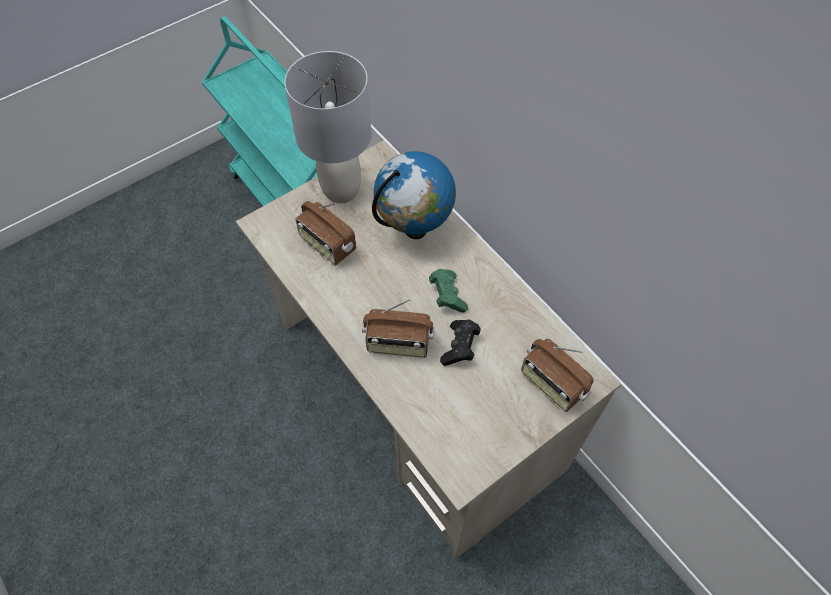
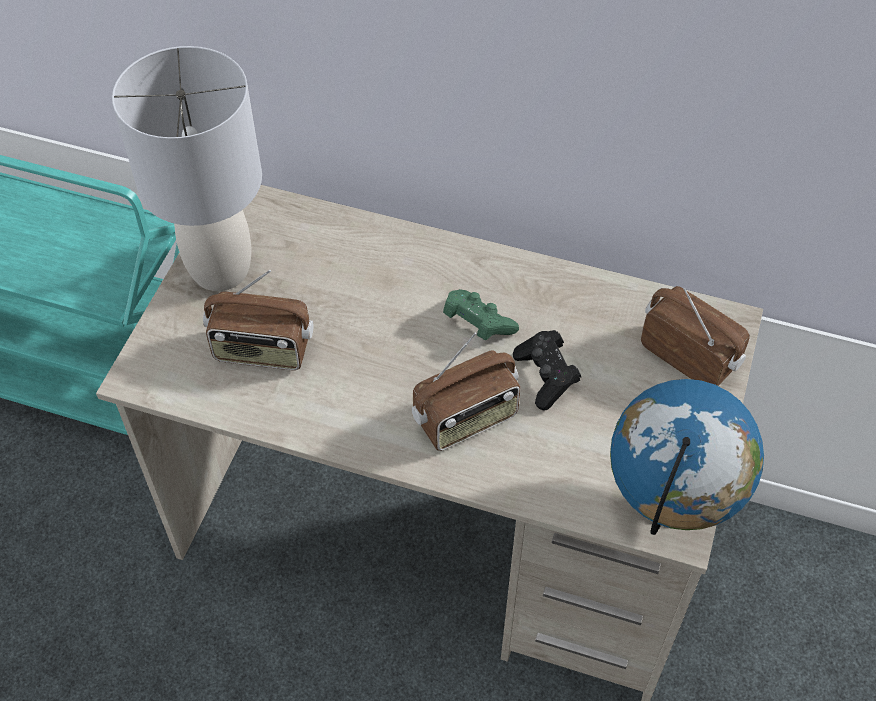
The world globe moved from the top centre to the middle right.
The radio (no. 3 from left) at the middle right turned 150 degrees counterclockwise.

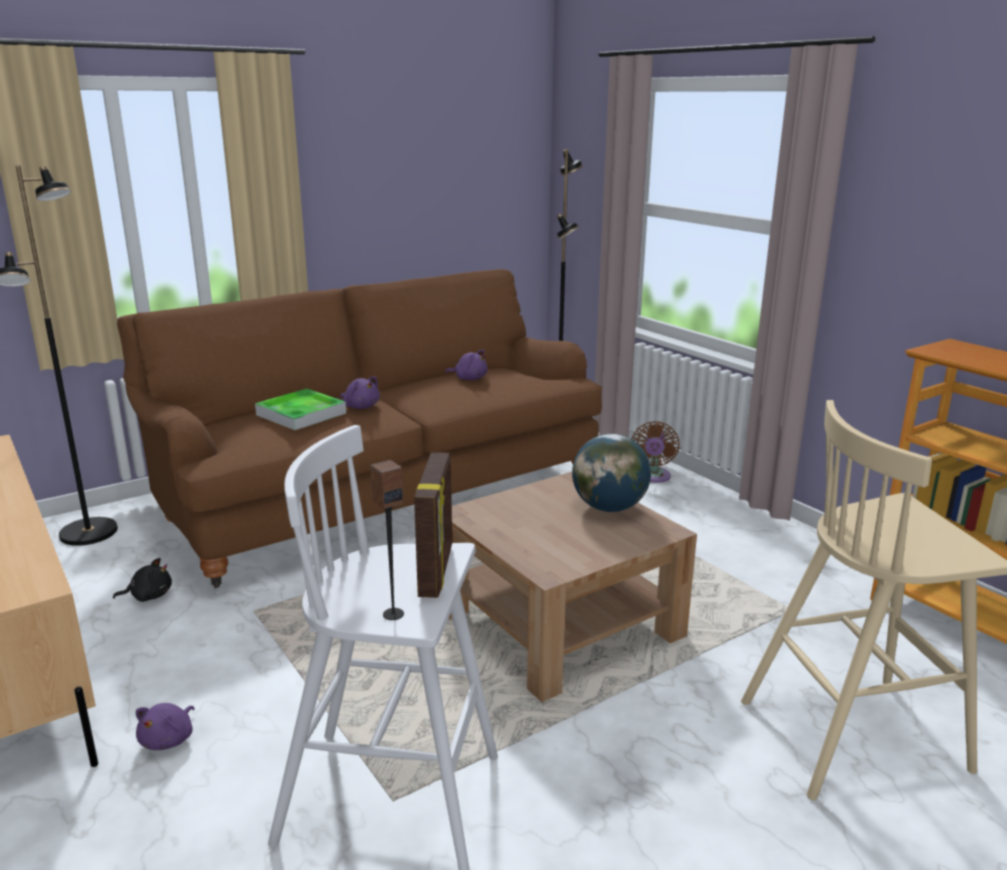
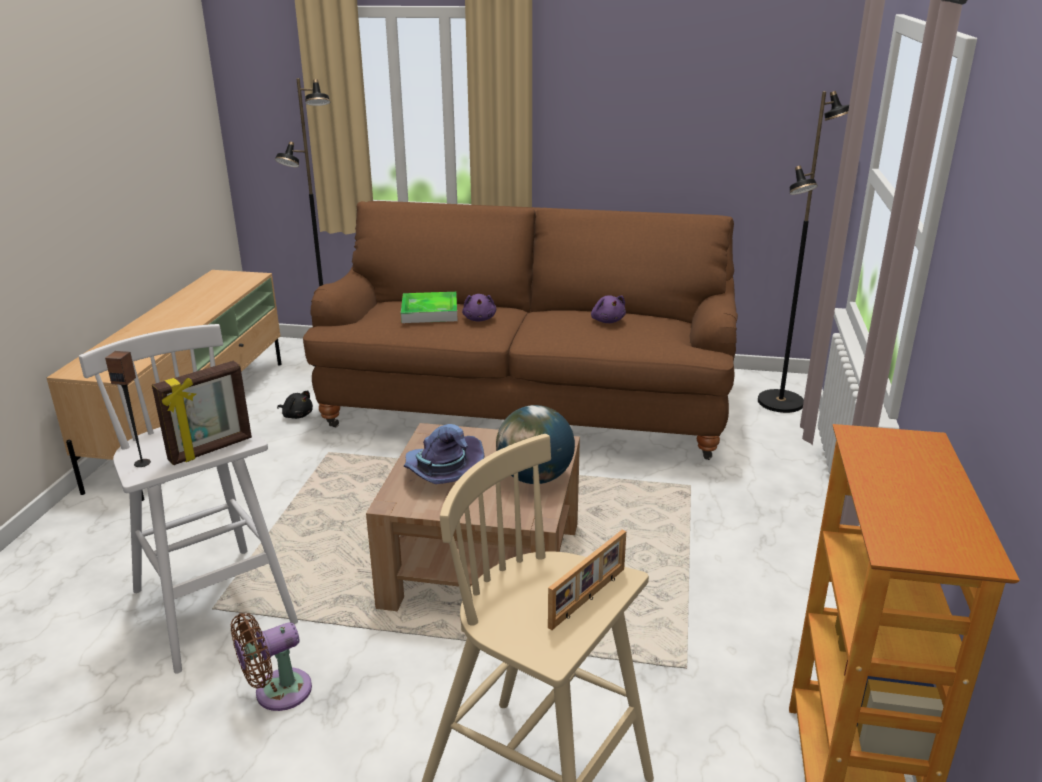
The brown electric fan moved from the centre to the bottom left.
The purple clothing hat at the centre appeared.
The standing frame (no. 2 from left) at the bottom centre appeared.
The purple soft toy (no. 1 from left) at the bottom left disappeared.

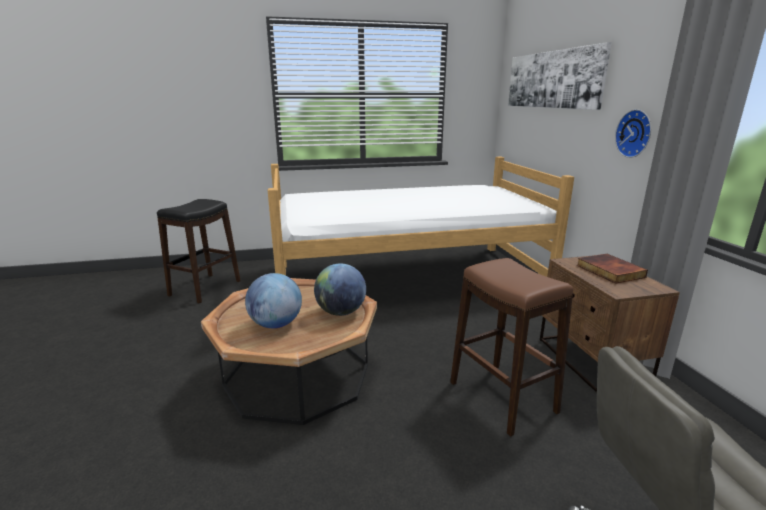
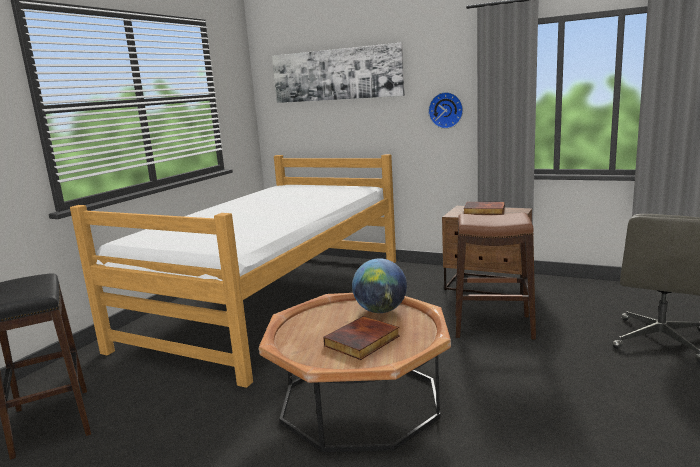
The world globe (no. 1 from left) at the centre was replaced by the bound book (no. 1 from left) at the bottom centre.

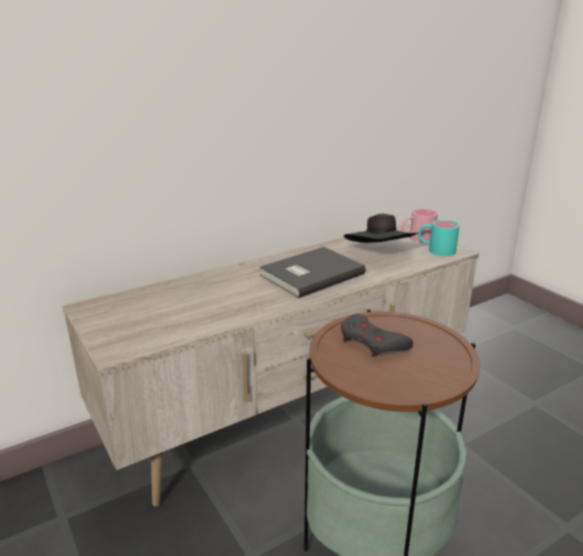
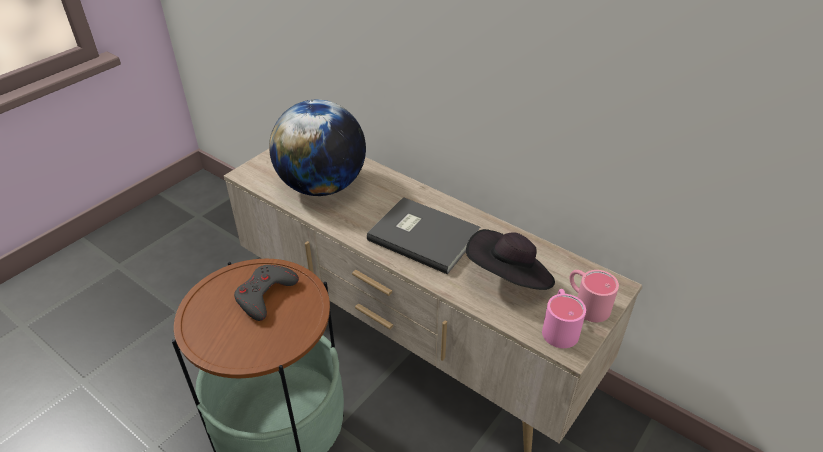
The world globe at the top centre appeared.
The turquoise tea mug at the middle right became the pinkish tea mug (no. 1 from left) at the bottom right.

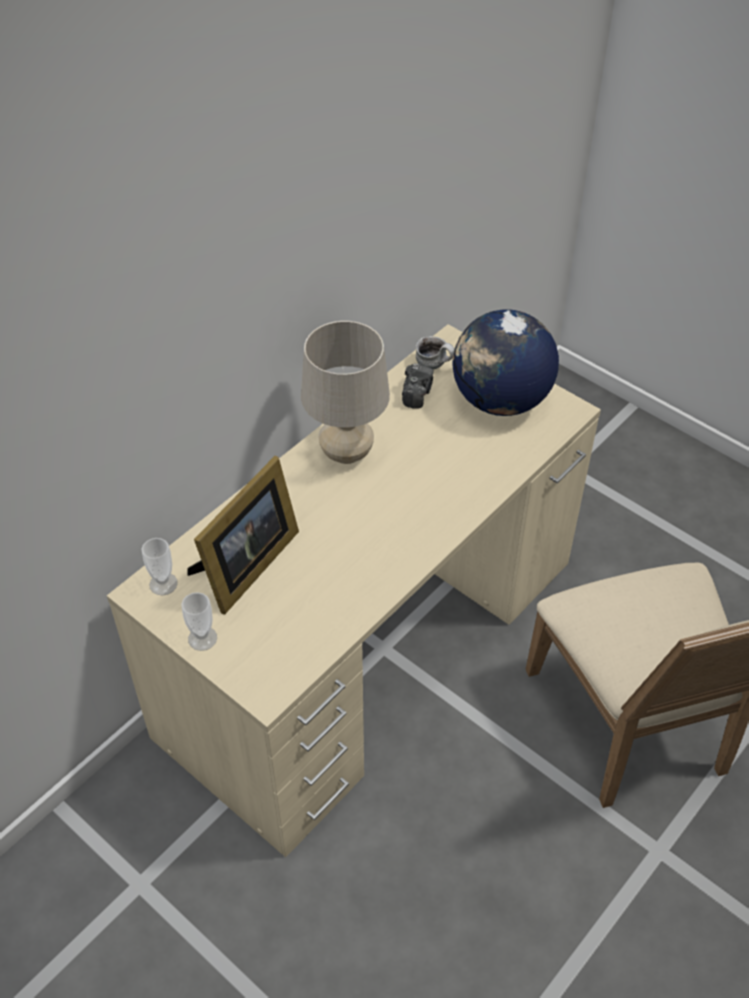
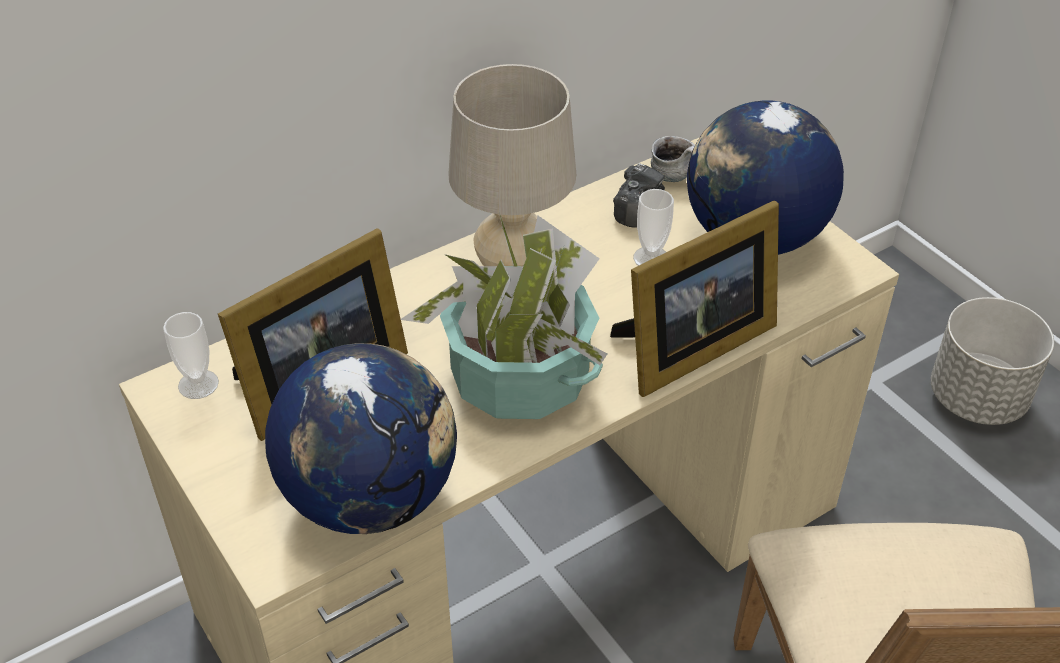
The world globe (no. 1 from left) at the centre appeared.
The plant in a pot at the centre appeared.
The standing frame (no. 2 from left) at the centre appeared.
The small cup (no. 2 from left) moved from the middle left to the centre.
The gray planter at the middle right appeared.

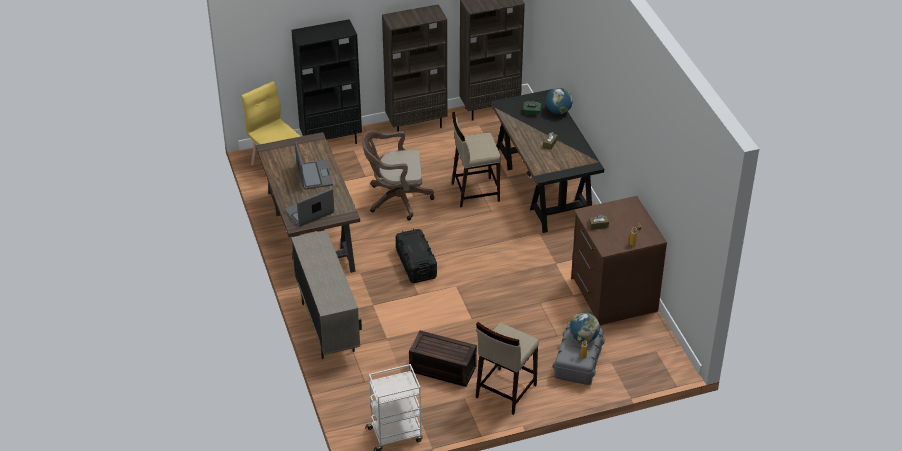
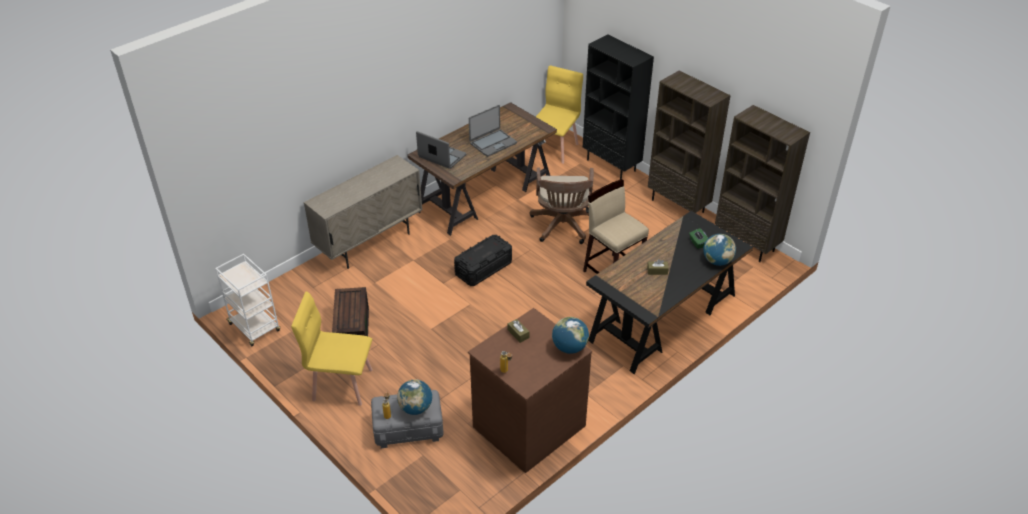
The sand-coloured stool seat (no. 2 from left) at the bottom centre was replaced by the yellow upright chair (no. 1 from left) at the bottom left.
The brown office chair at the centre turned 150 degrees counterclockwise.
The world globe (no. 2 from left) at the centre appeared.

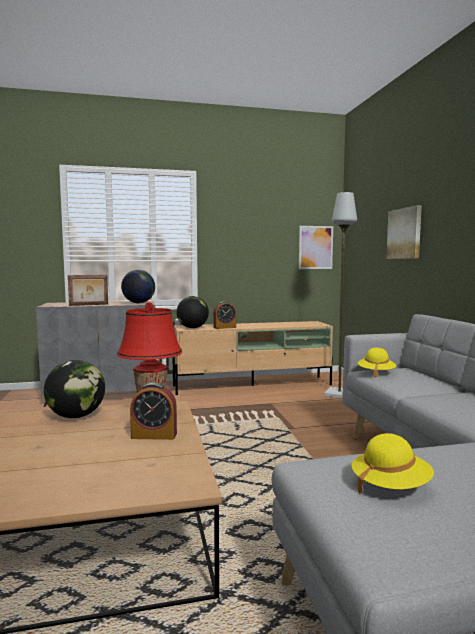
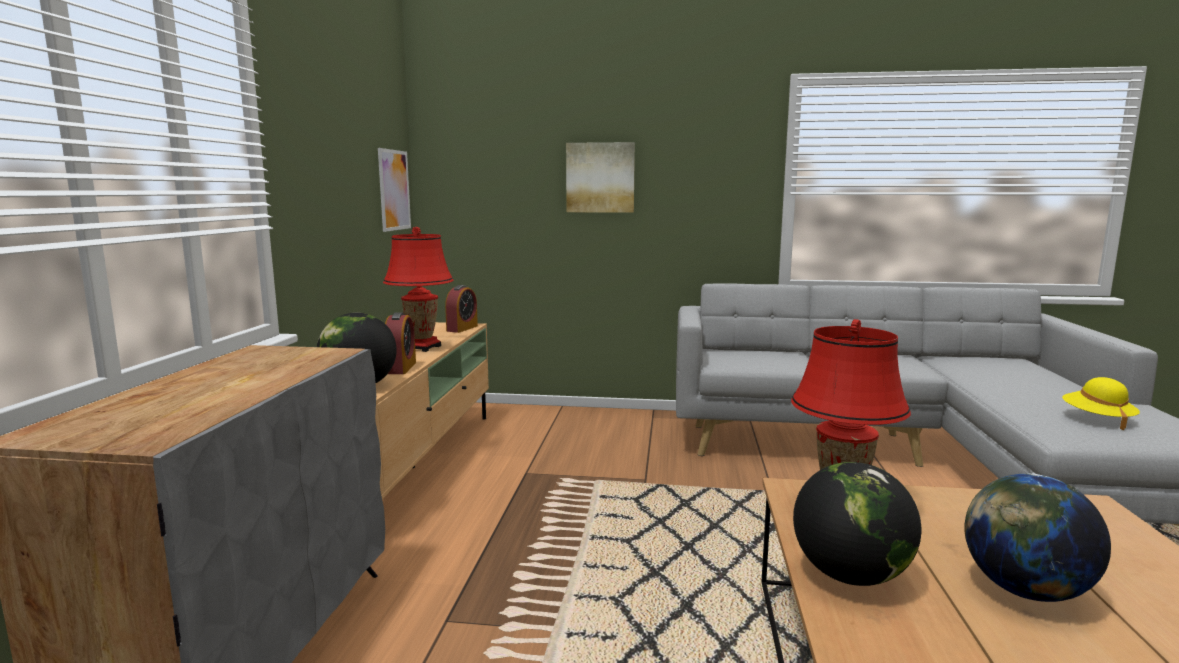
The reddish table lamp (no. 1 from left) at the centre appeared.
The alarm clock (no. 1 from left in the first image) moved from the middle left to the centre.
The world globe (no. 2 from left in the first image) moved from the middle left to the bottom right.
The standing frame at the middle left disappeared.
The gray standard lamp at the middle right disappeared.
The yellow clothing hat (no. 1 from left) at the middle right disappeared.

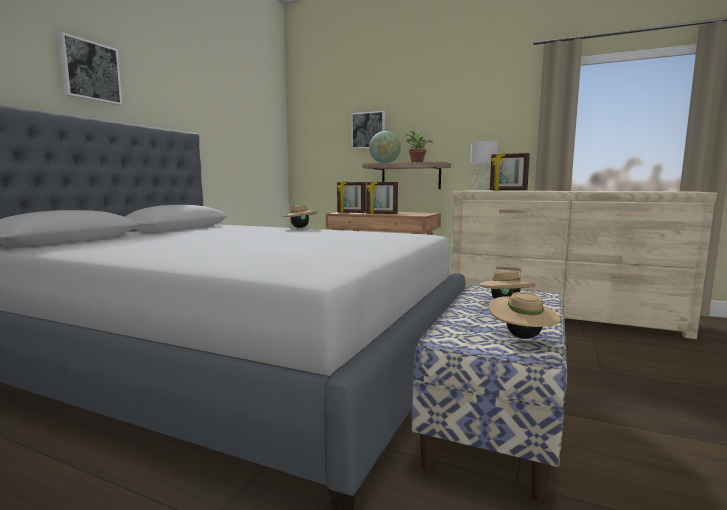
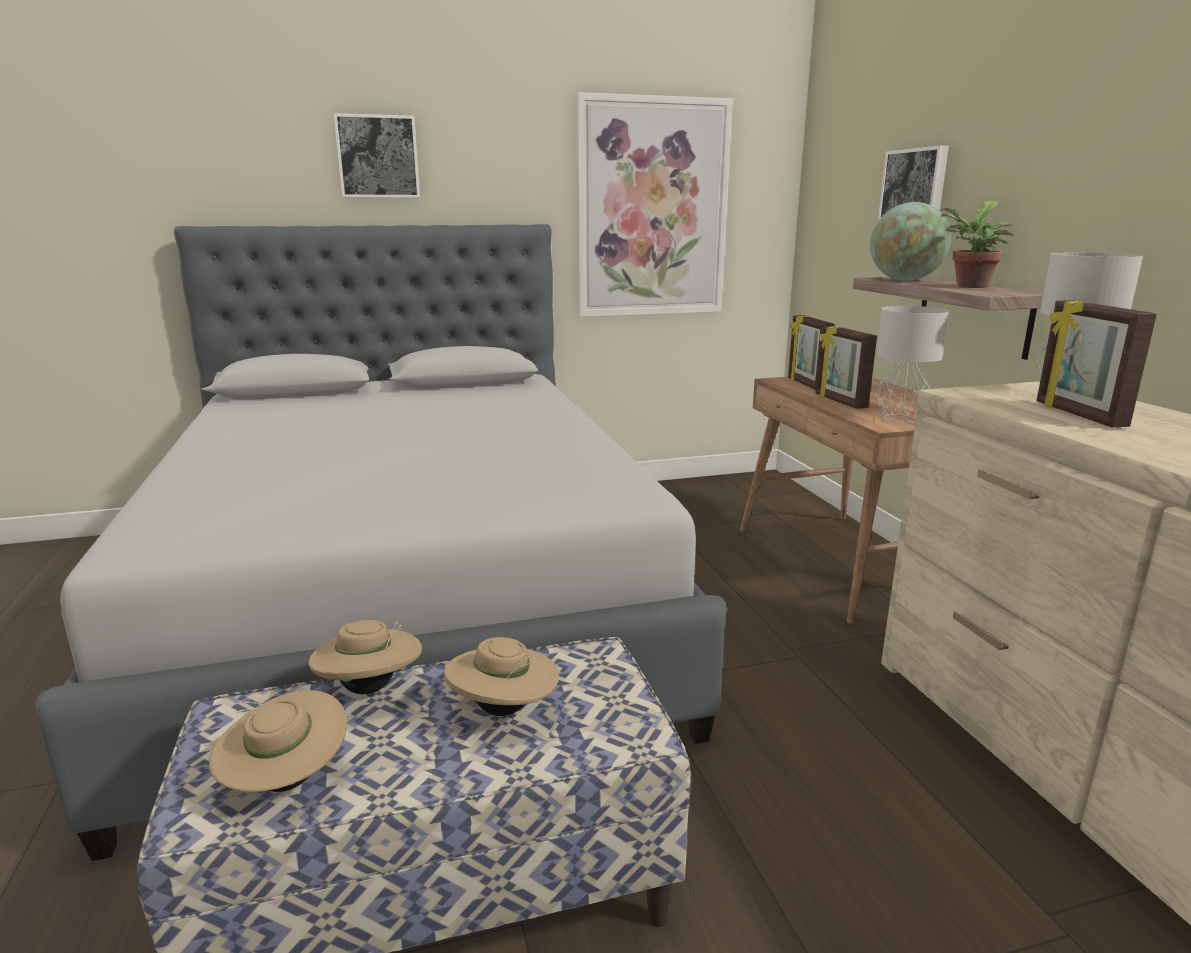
The sand-coloured clothing hat (no. 1 from left in the first image) moved from the centre to the bottom left.
The wall picture (no. 2 from left) at the top centre appeared.
The gray table lamp (no. 1 from left) at the middle right appeared.

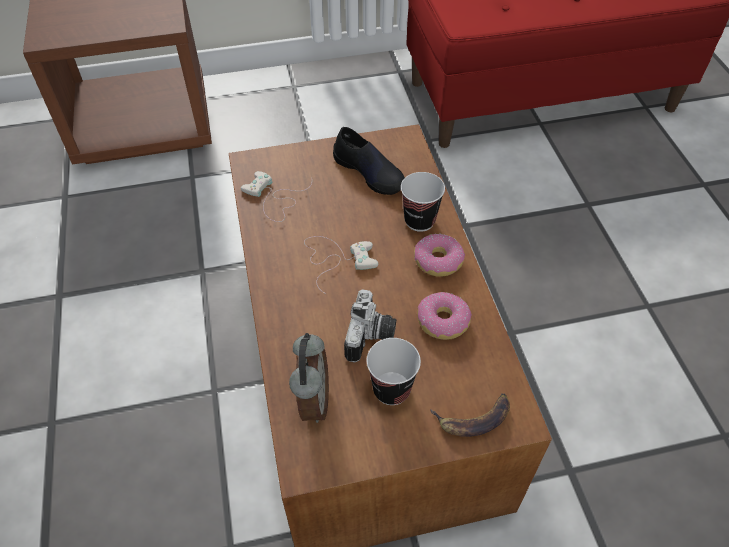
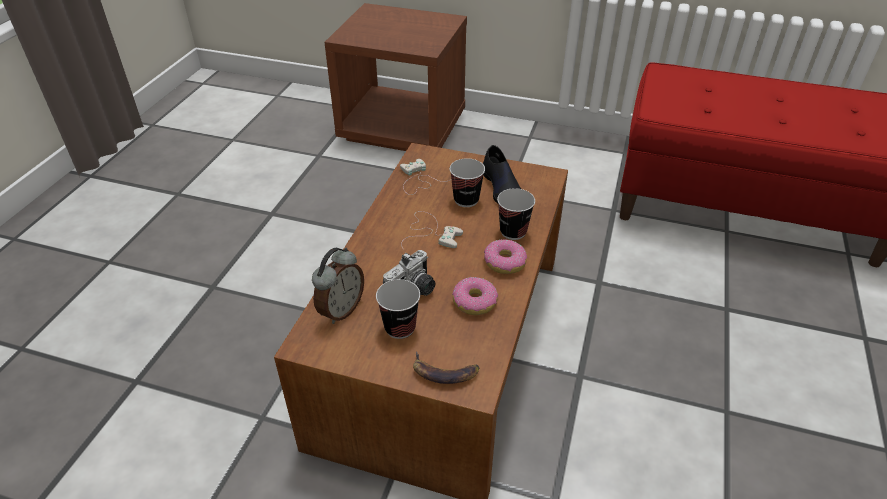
The small cup (no. 2 from left) at the centre appeared.

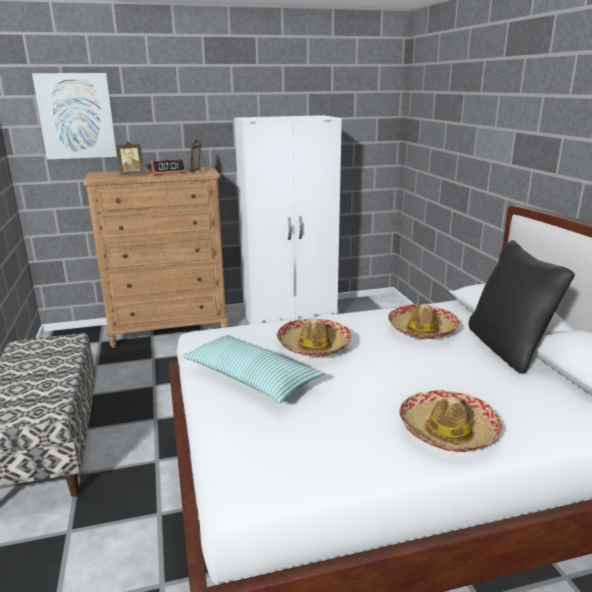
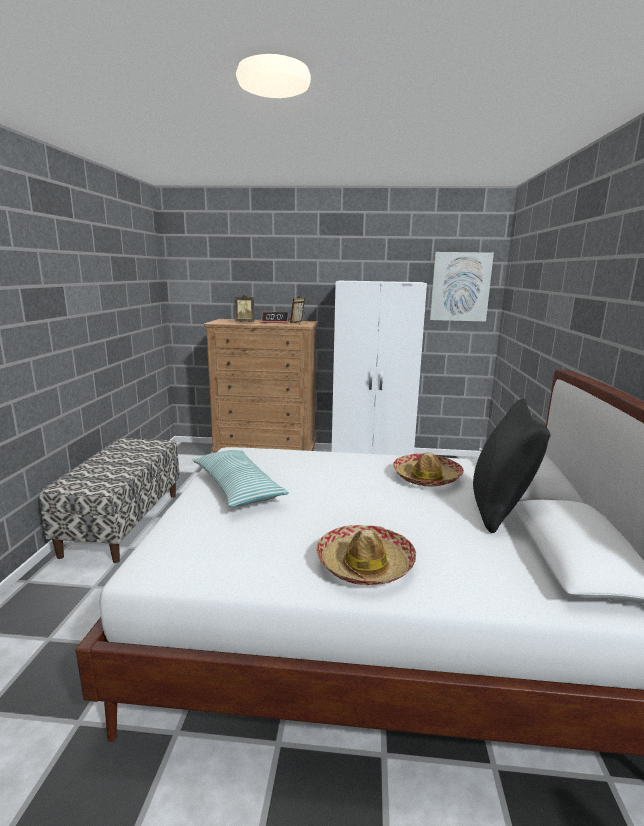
The wall picture moved from the top left to the middle right.
The clothing hat (no. 1 from left) at the centre disappeared.

